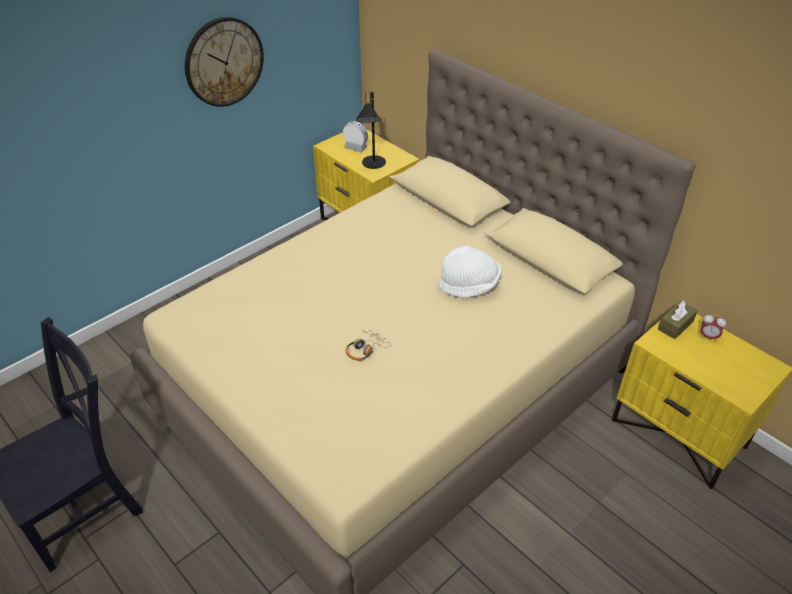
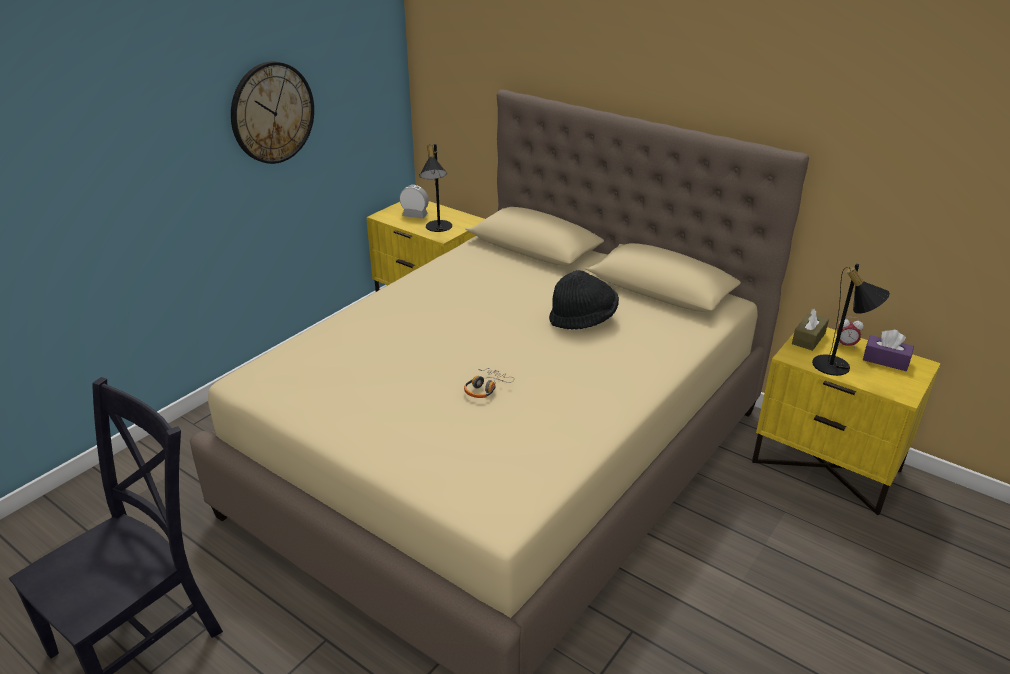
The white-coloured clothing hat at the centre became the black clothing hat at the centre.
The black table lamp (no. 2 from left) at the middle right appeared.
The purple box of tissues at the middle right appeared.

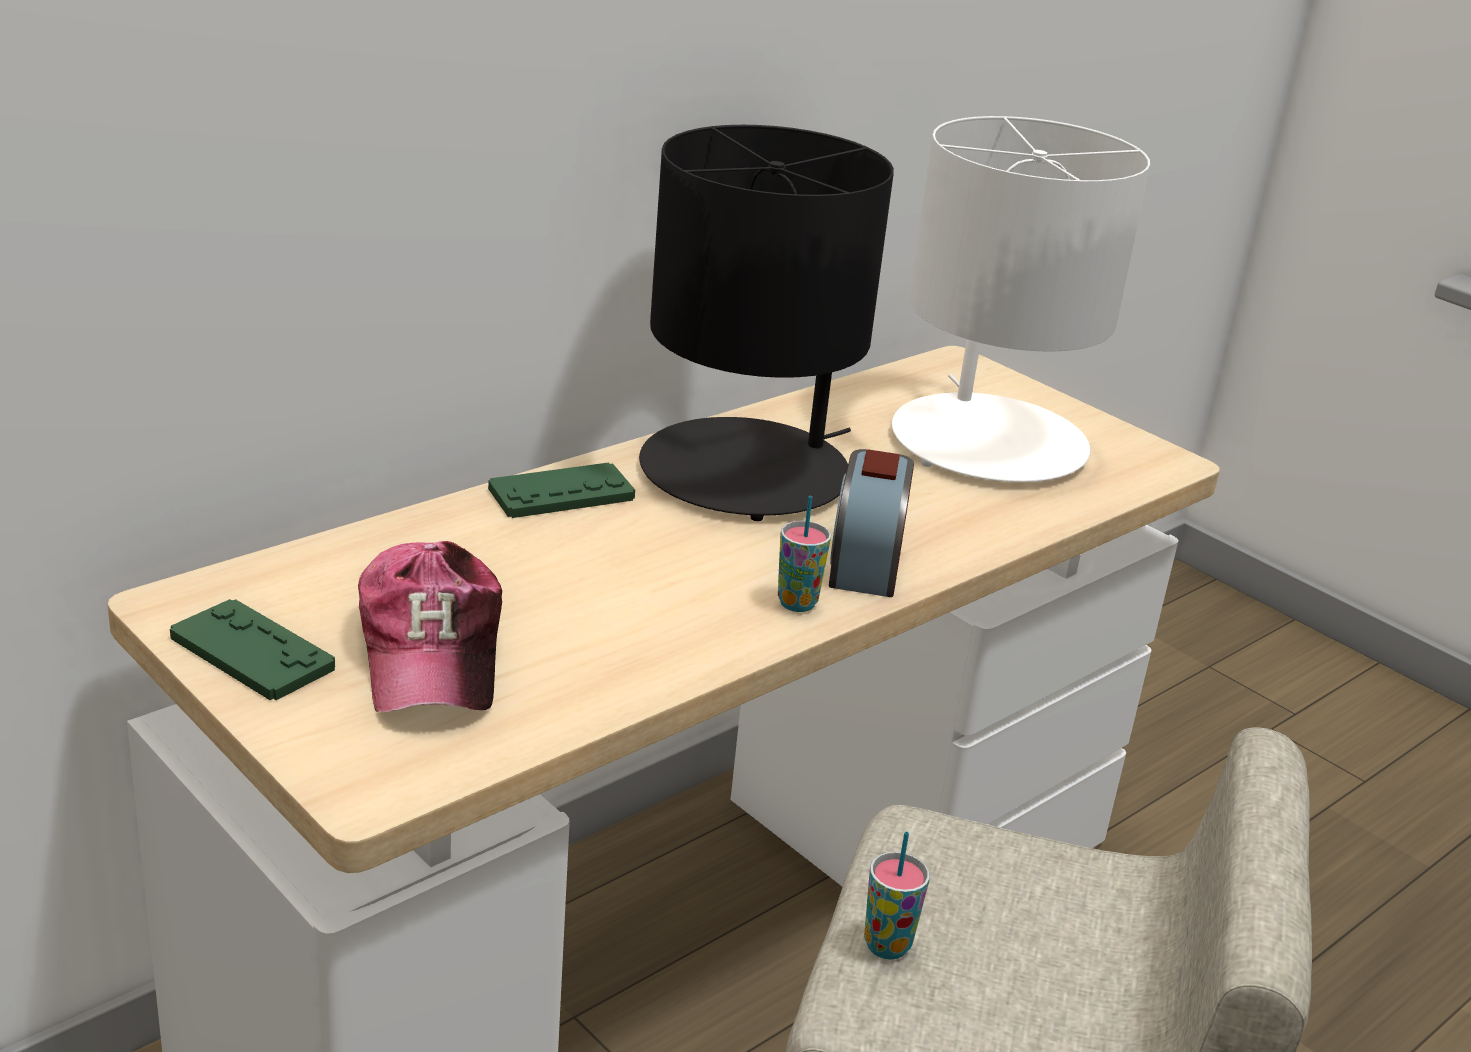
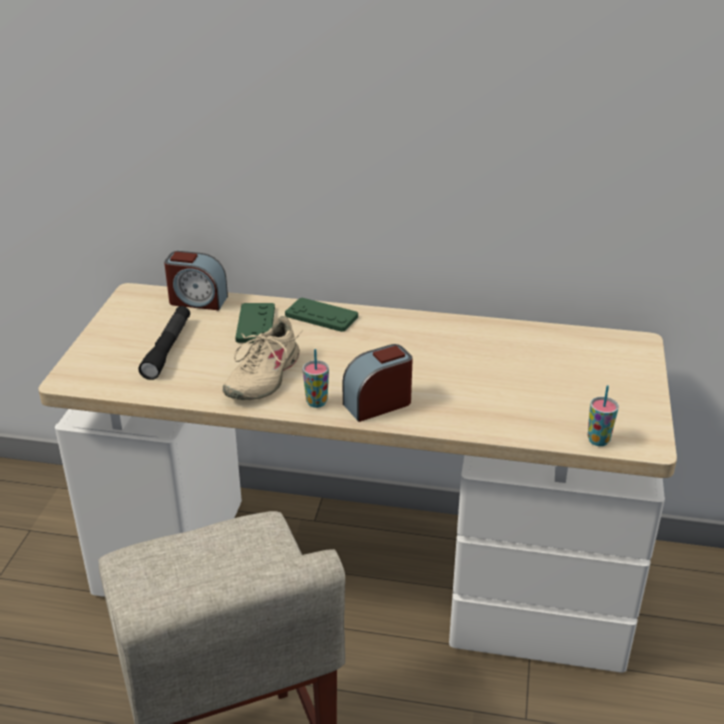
The baseball cap at the middle left was replaced by the black torch at the middle left.
The alarm clock (no. 1 from left) at the middle left appeared.
The sand-coloured item of footwear at the centre appeared.
The greenish joypad (no. 1 from left) moved from the middle left to the centre.
The small cup (no. 2 from left) moved from the bottom centre to the middle right.
The black table lamp at the top centre disappeared.
The white-coloured table lamp at the top right disappeared.

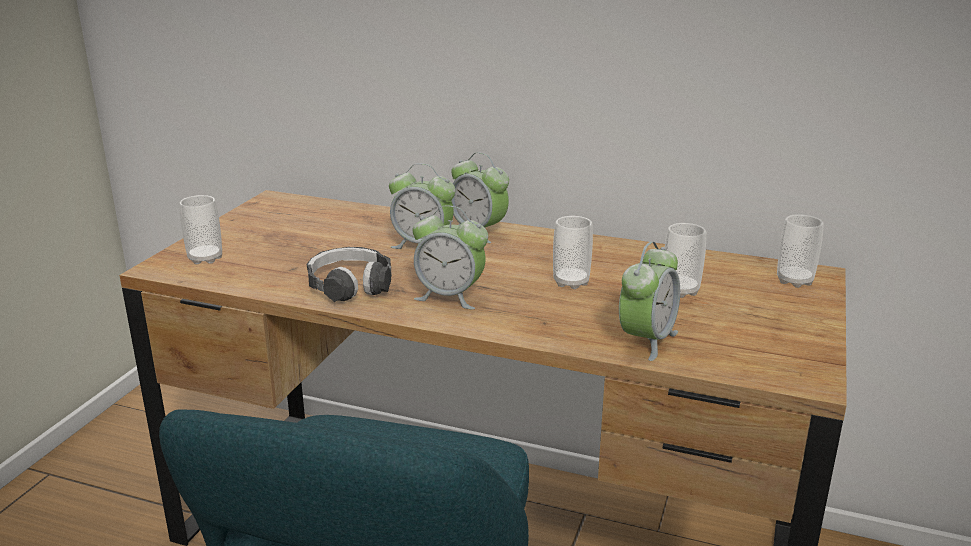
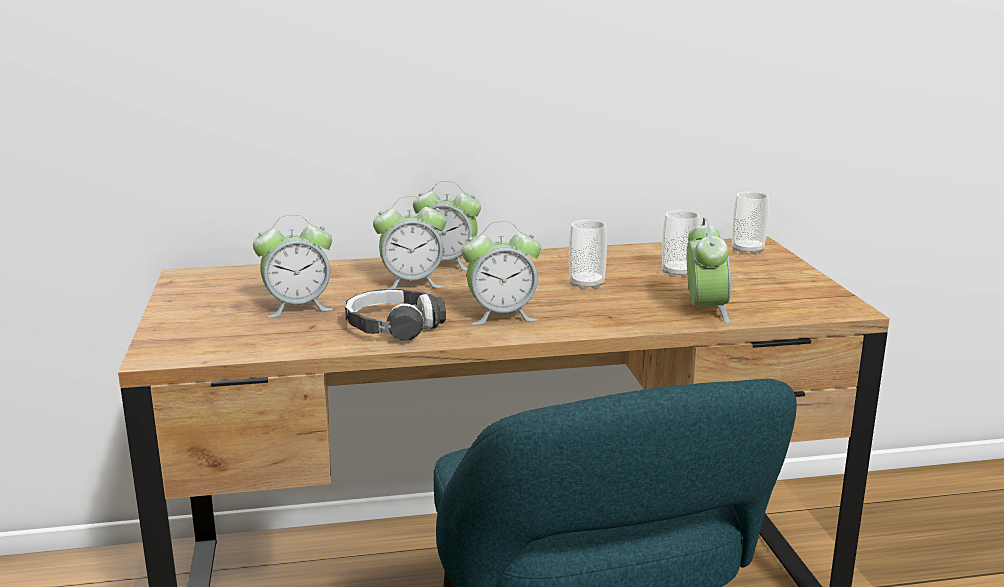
The alarm clock (no. 1 from left) at the middle left appeared.
The small cup (no. 1 from left) at the middle left disappeared.

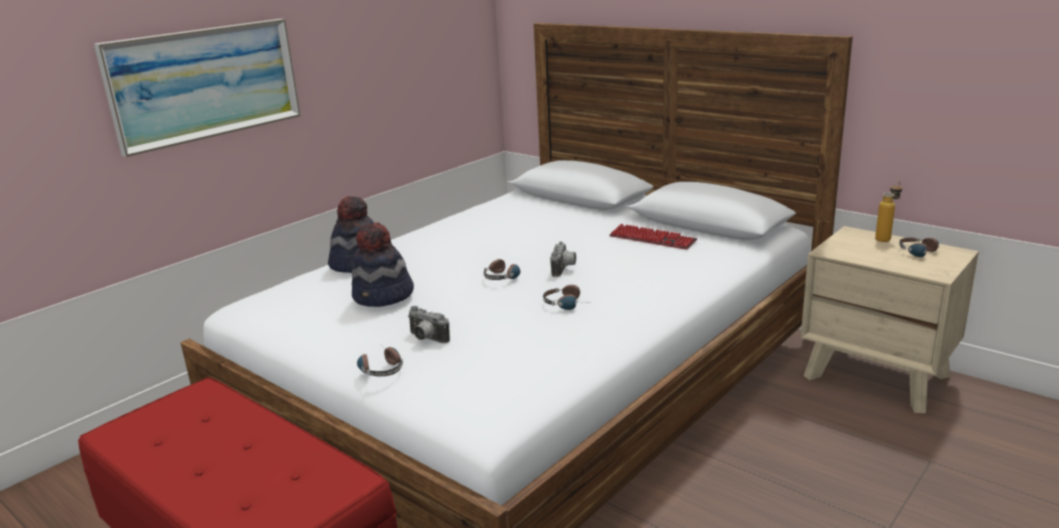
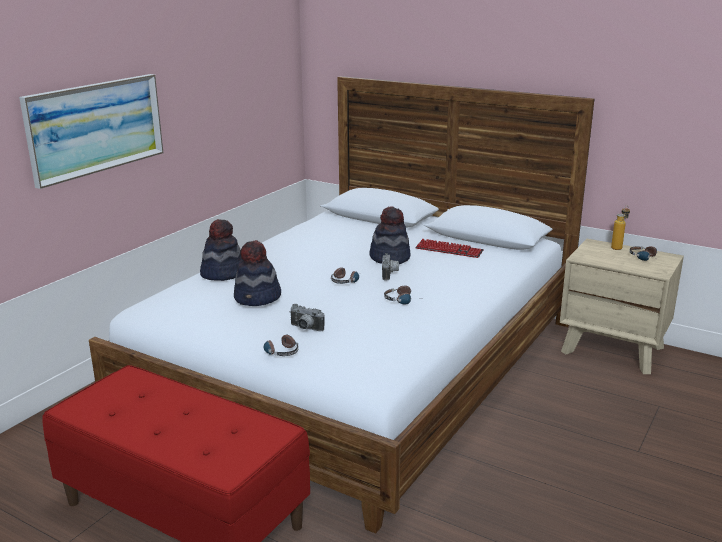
The clothing hat (no. 3 from left) at the centre appeared.

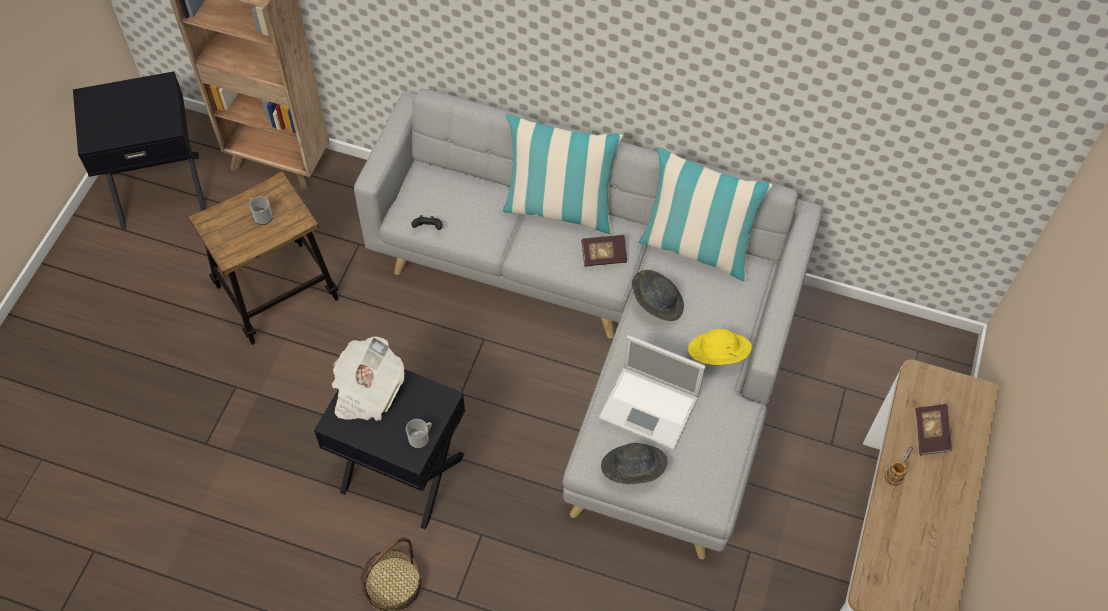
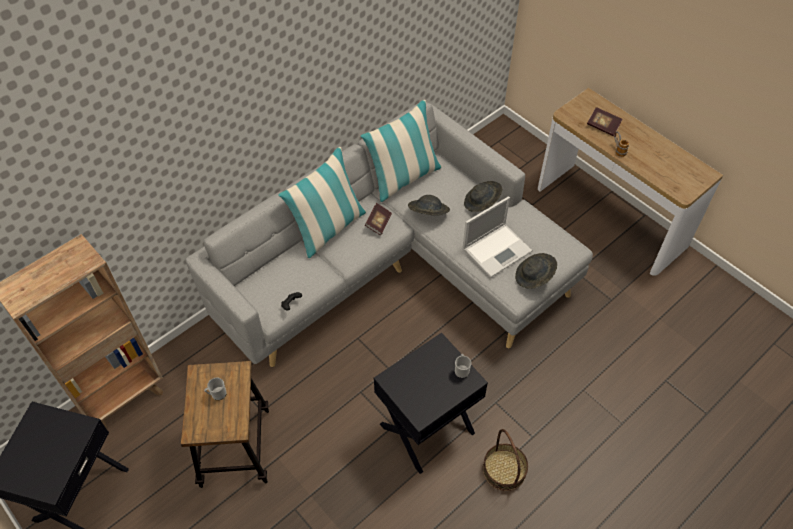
The yellow clothing hat at the centre became the gray clothing hat (no. 2 from left) at the centre.
The printed paper at the middle left disappeared.

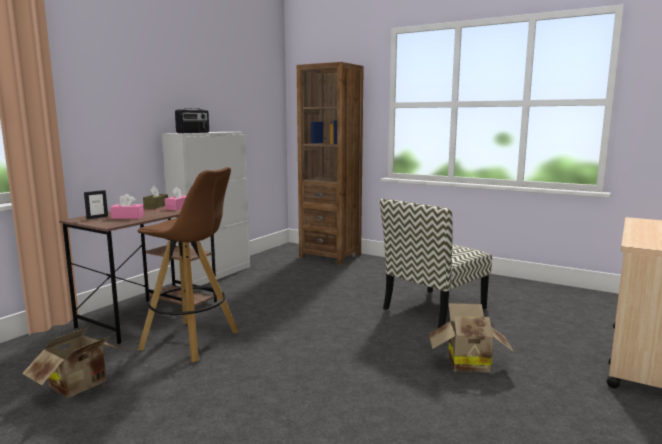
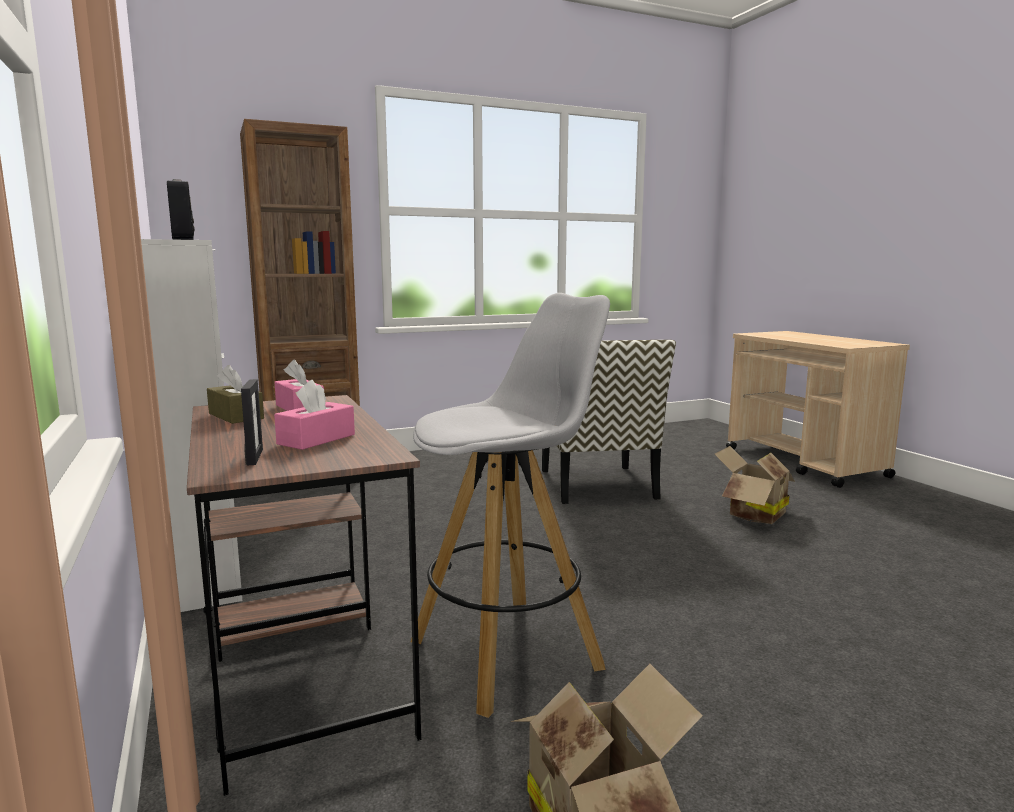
The brown stool seat at the middle left became the white-coloured stool seat at the centre.

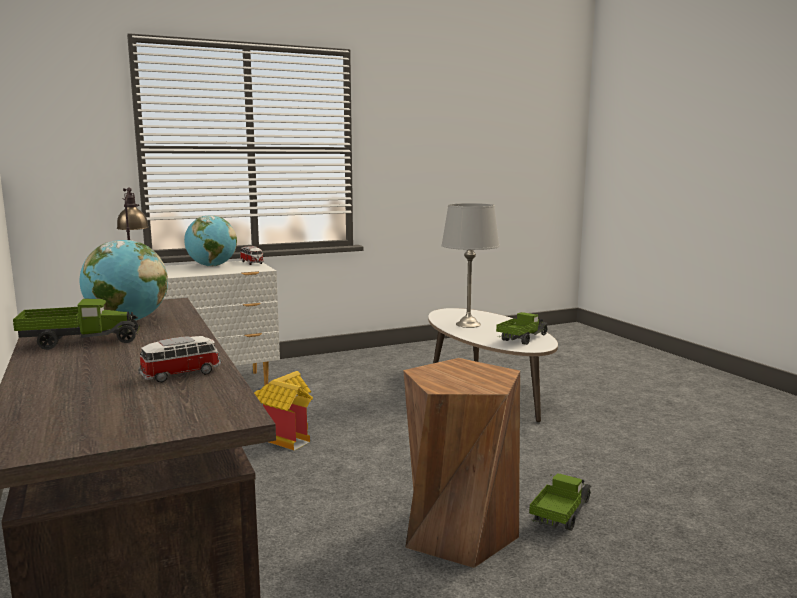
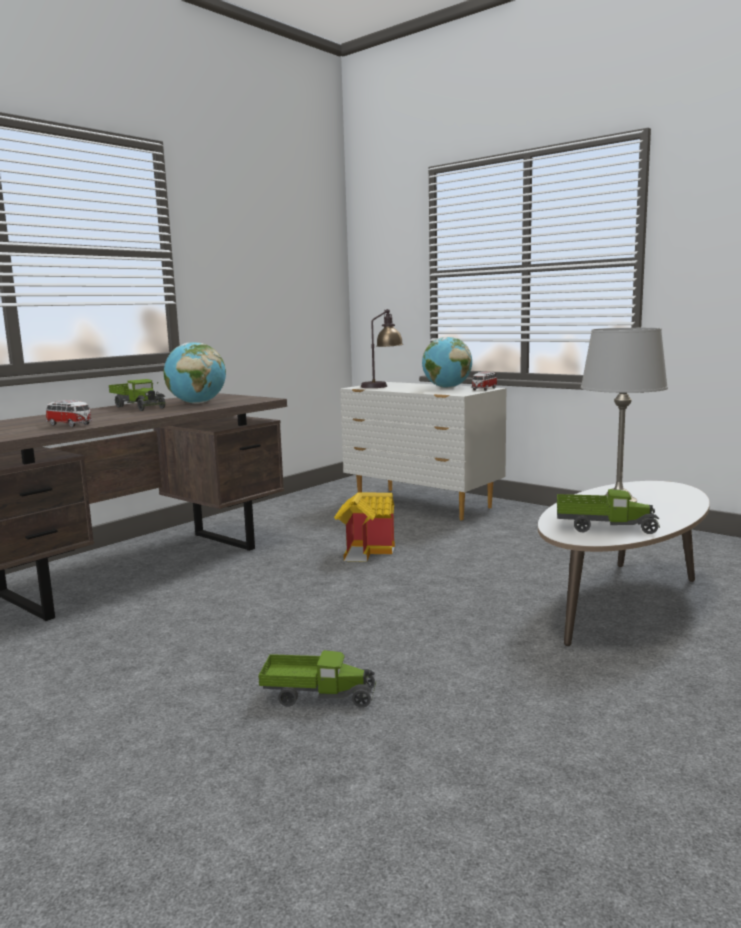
The brown stool seat at the bottom centre disappeared.

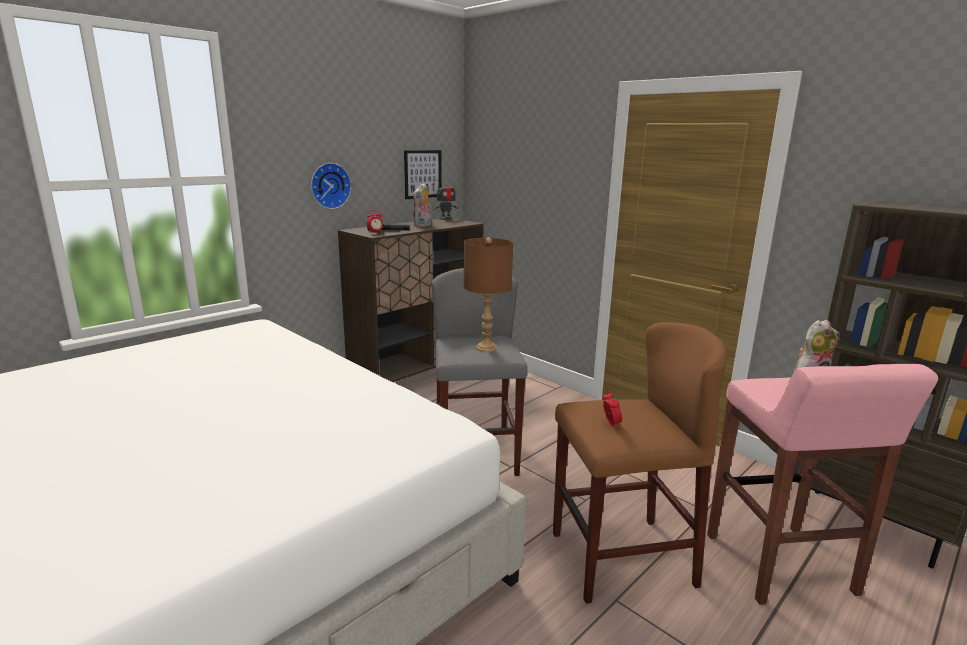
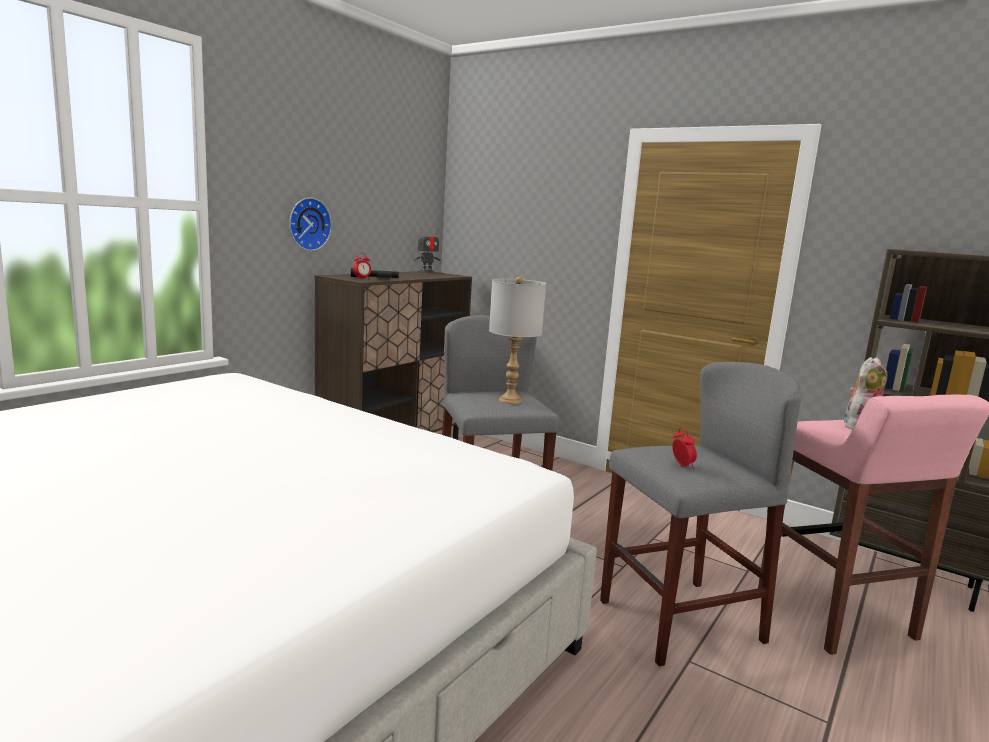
The brown table lamp at the centre became the gray table lamp at the centre.
The brown stool seat at the bottom centre became the gray stool seat (no. 2 from left) at the bottom right.
The wall picture at the top centre disappeared.
The soft toy (no. 1 from left) at the top centre disappeared.

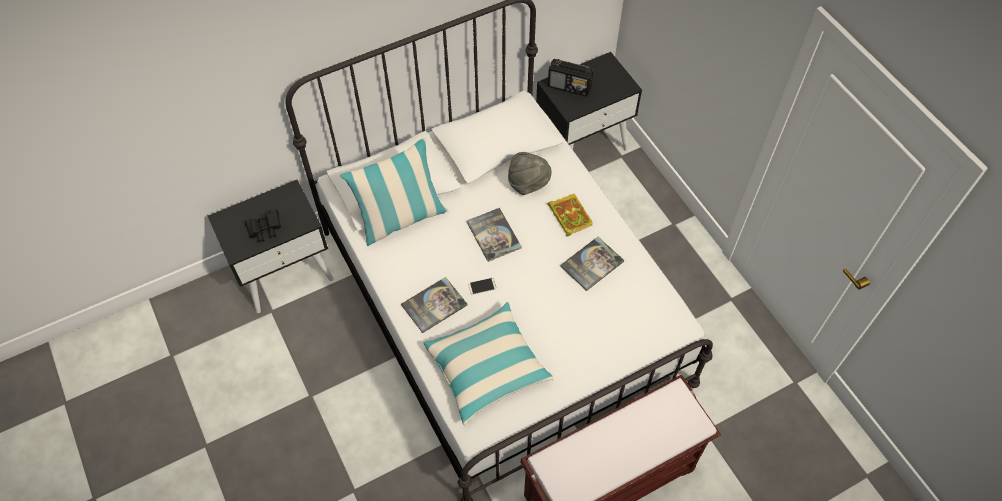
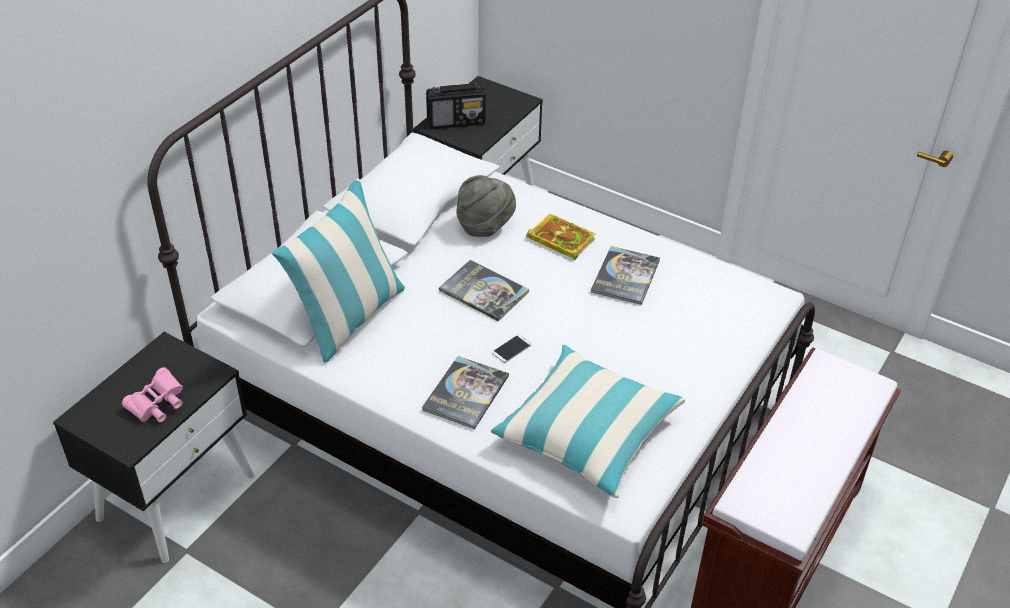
The black binoculars at the middle left became the pinkish binoculars at the middle left.

